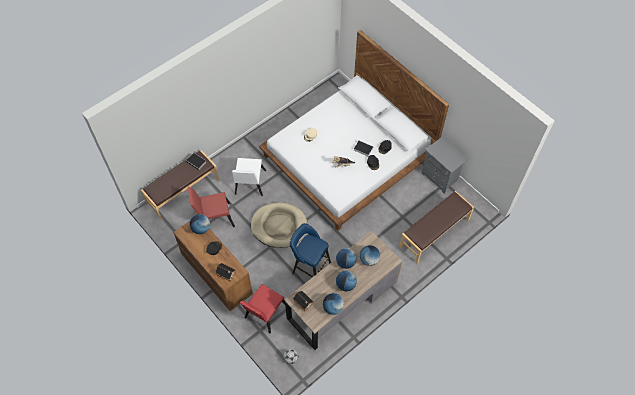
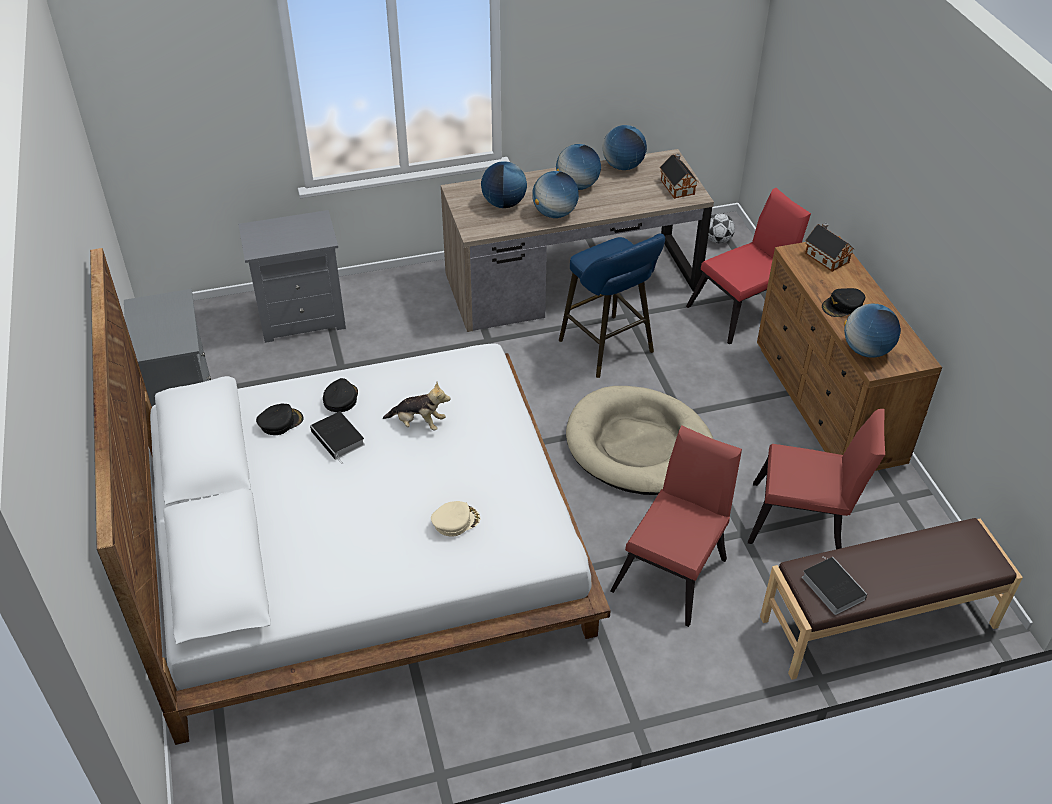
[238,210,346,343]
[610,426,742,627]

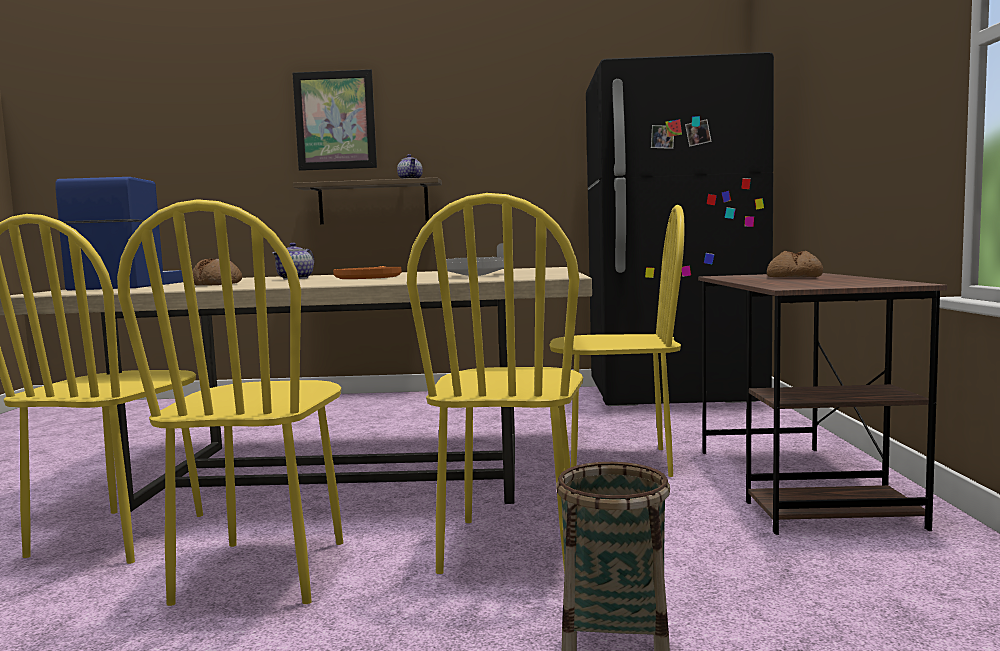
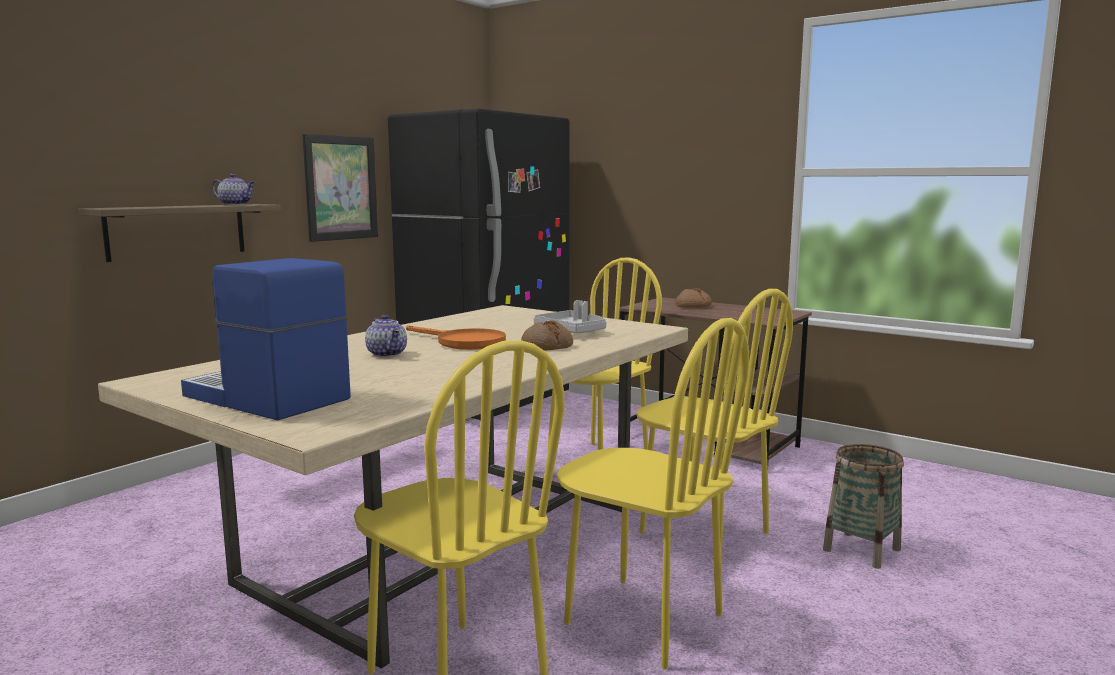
[302,134,378,242]
[521,320,573,350]

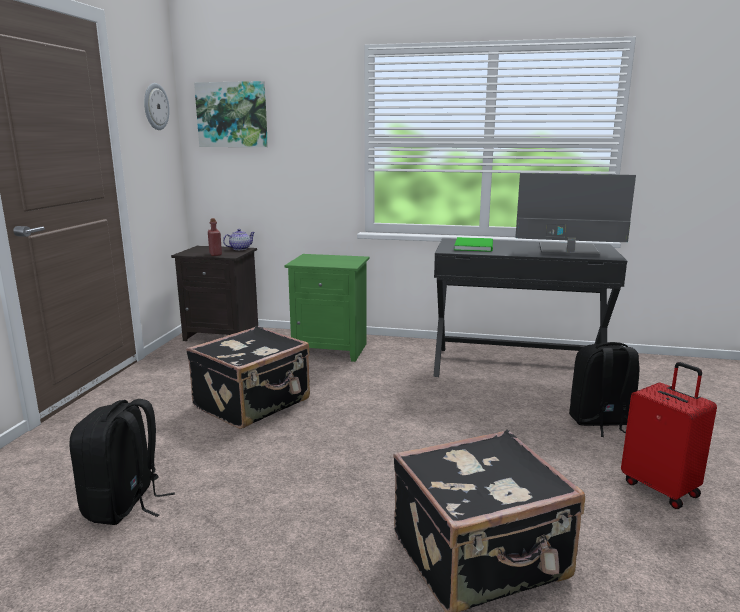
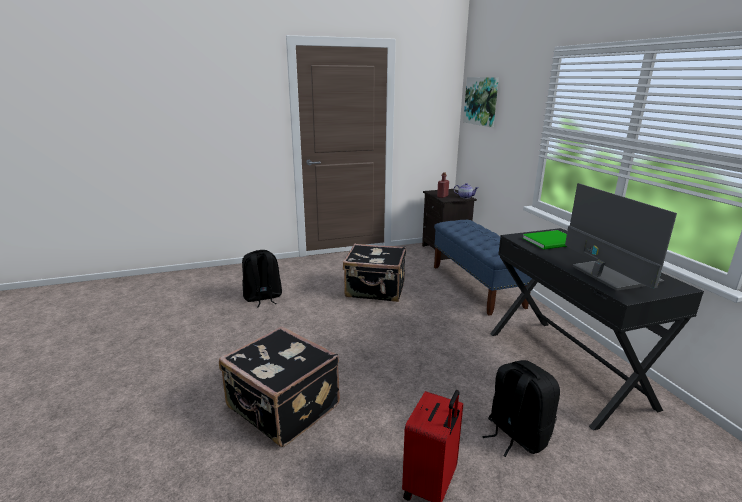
[434,220,532,316]
[144,83,170,130] (first image)

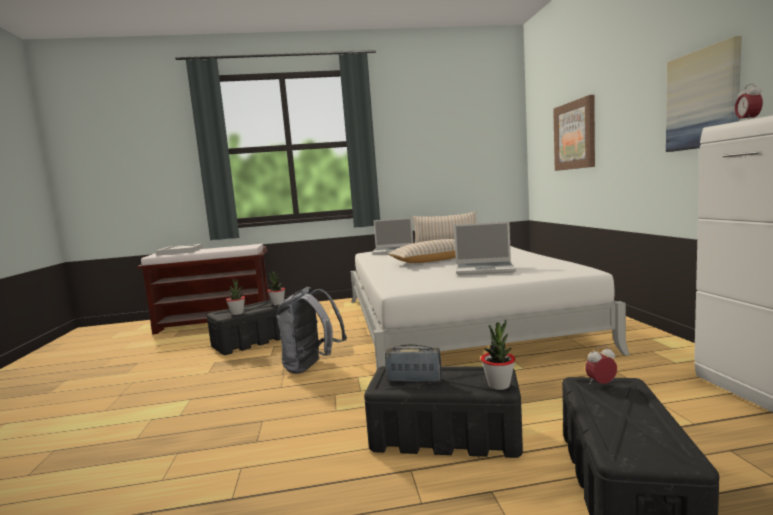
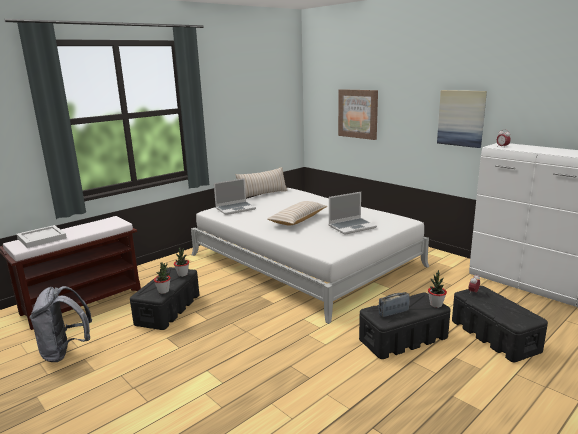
[29,286,92,362]

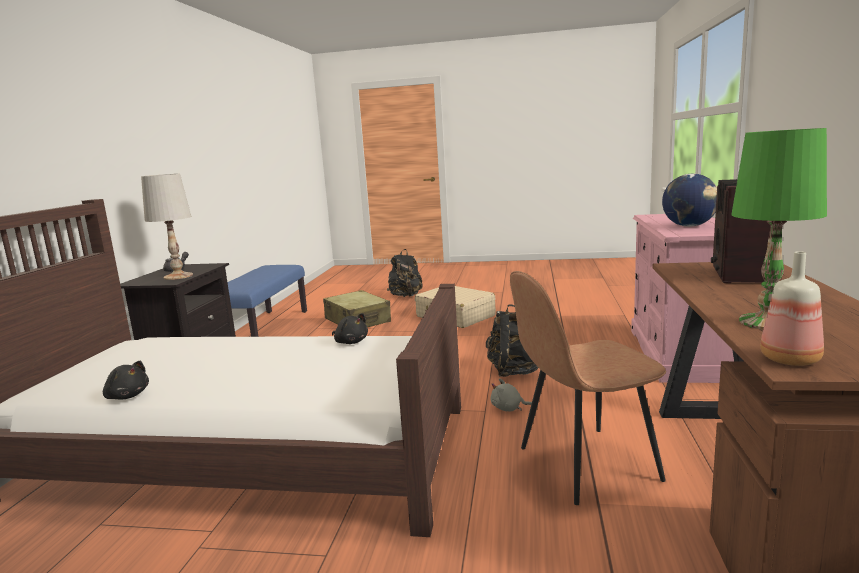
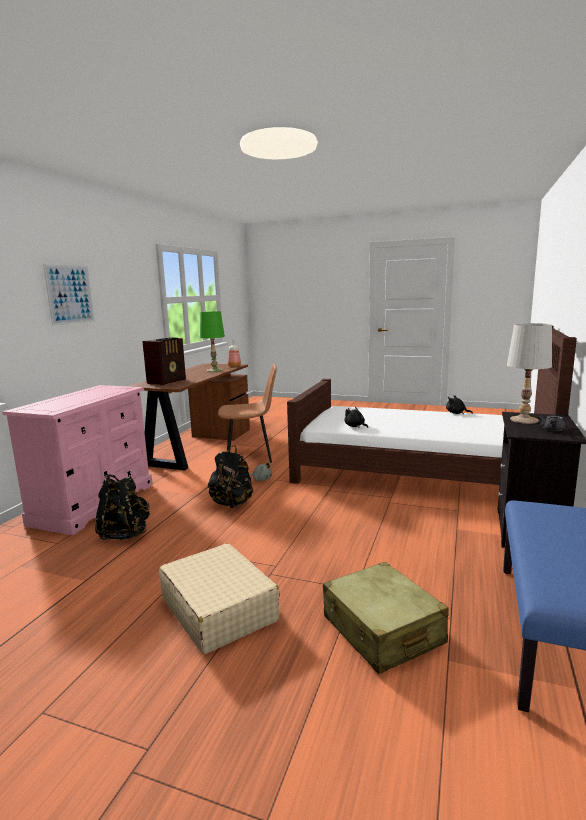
[43,264,95,326]
[95,474,150,540]
[662,174,717,227] (first image)

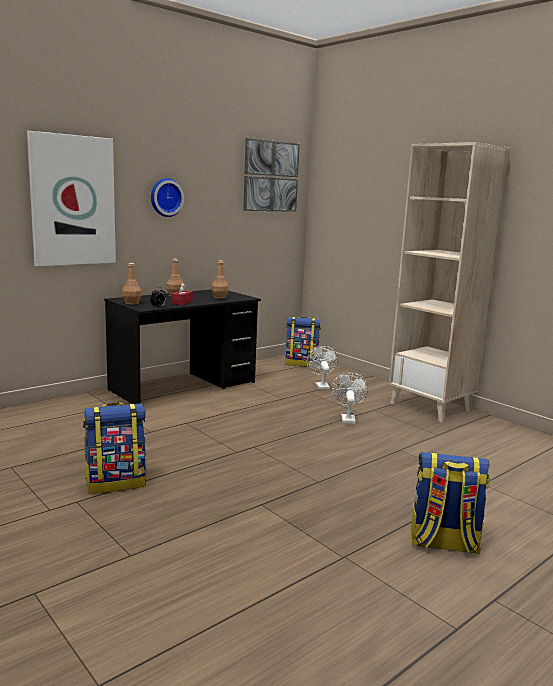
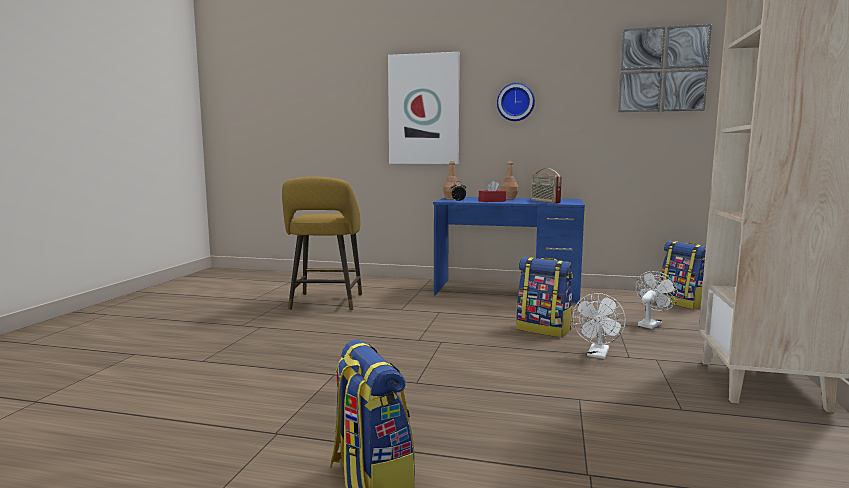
[282,177,362,311]
[433,197,585,304]
[516,257,573,337]
[531,168,562,203]
[572,293,626,359]

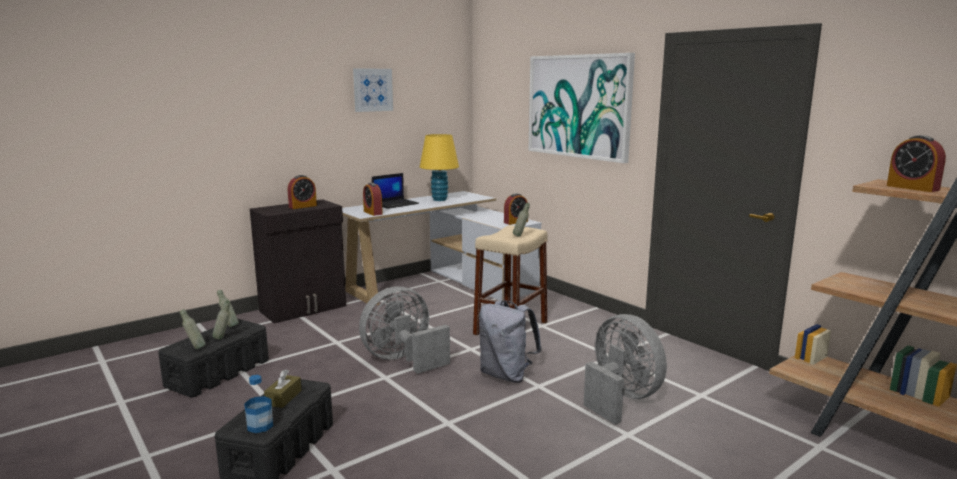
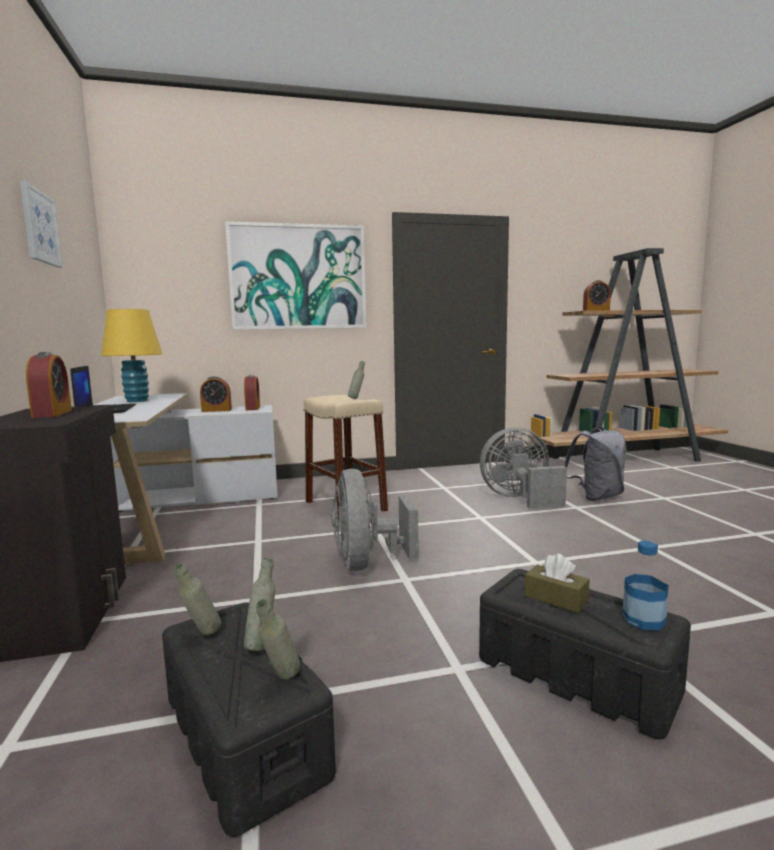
[200,376,232,412]
[564,427,627,501]

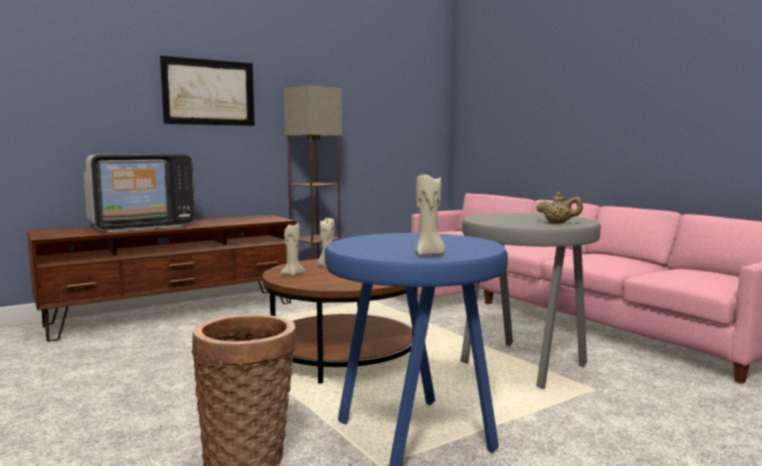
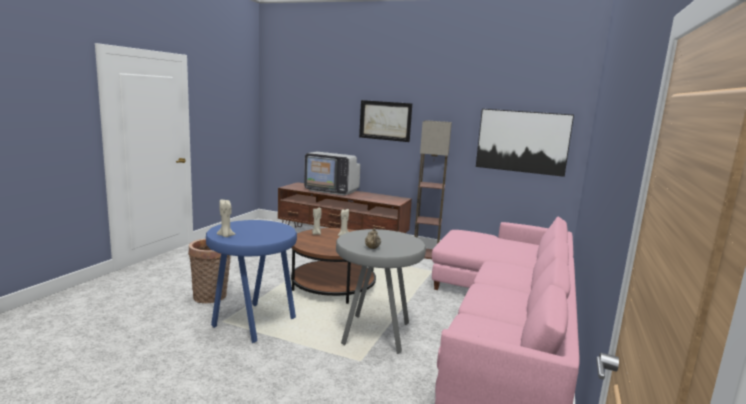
[476,109,574,177]

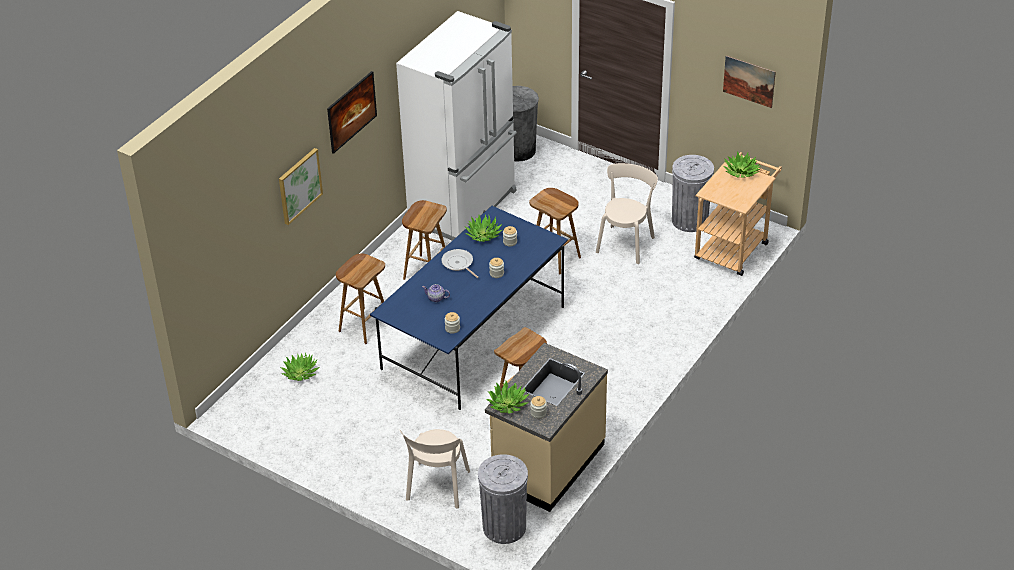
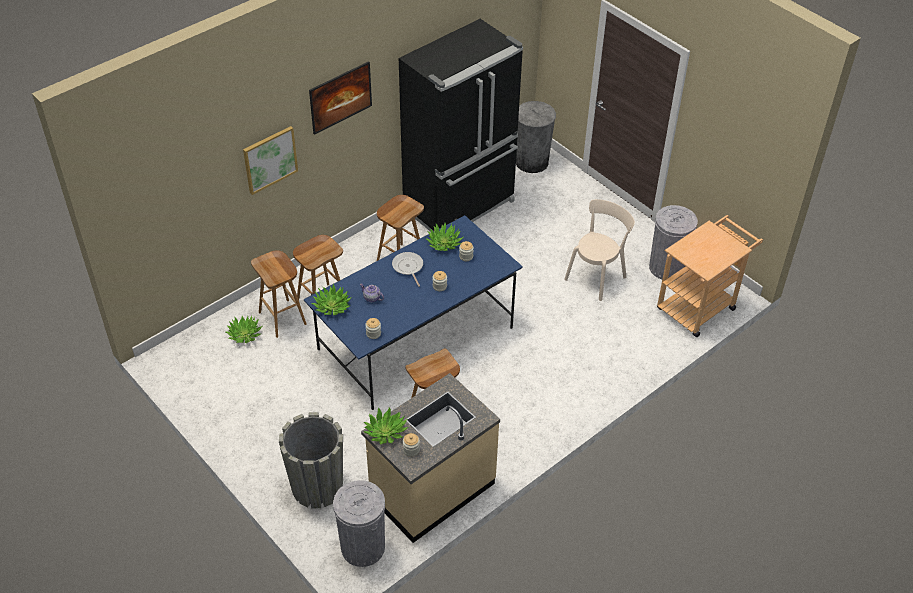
[251,250,307,338]
[279,412,343,508]
[311,284,352,315]
[399,19,523,232]
[723,55,776,108] (first image)

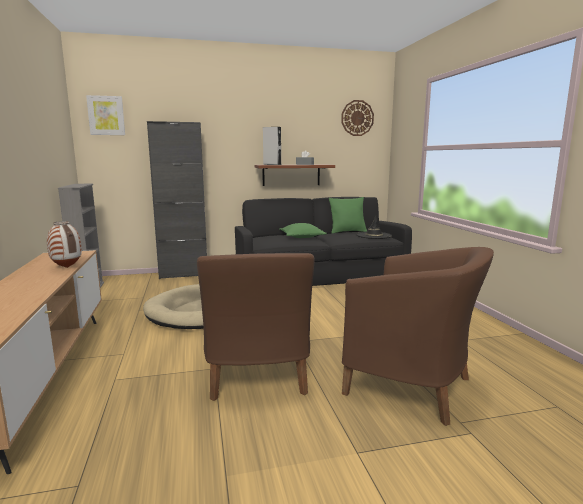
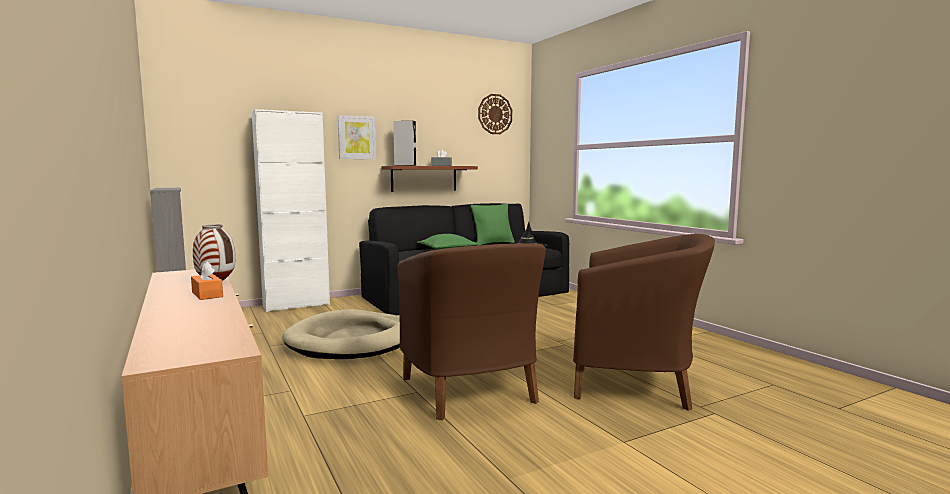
[191,262,223,300]
[252,109,330,312]
[338,115,376,159]

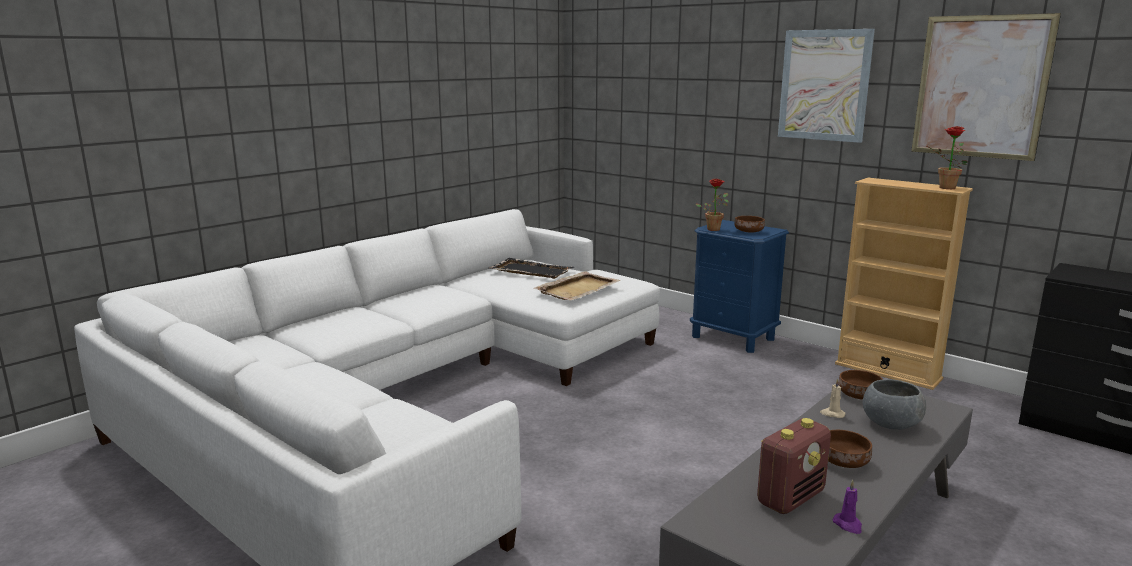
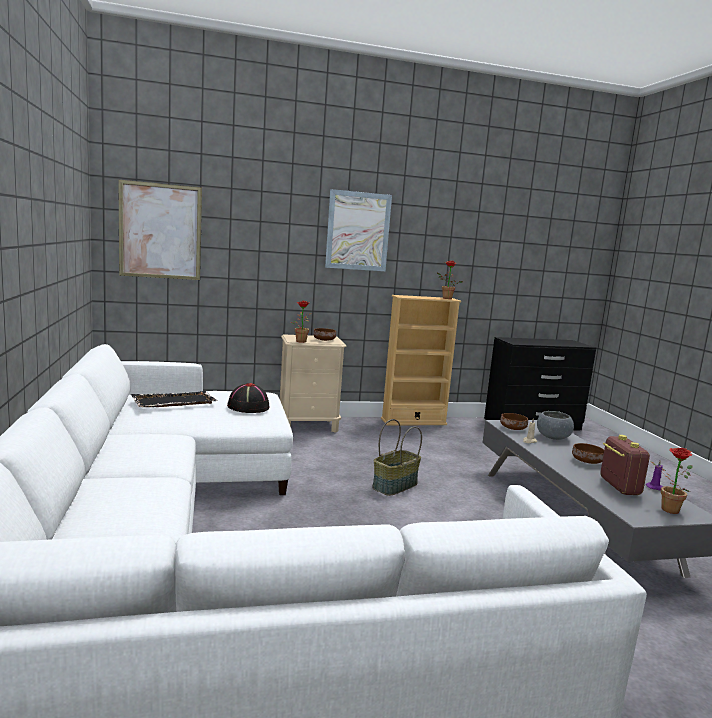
[118,180,202,280]
[227,383,269,413]
[280,334,347,433]
[372,419,422,496]
[650,448,693,514]

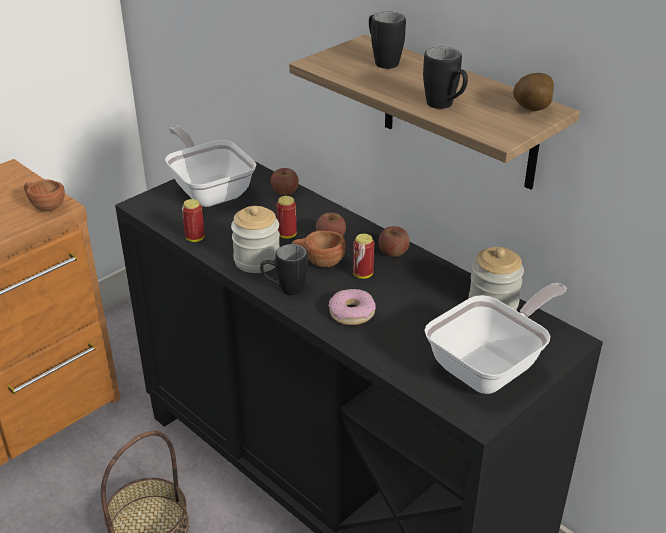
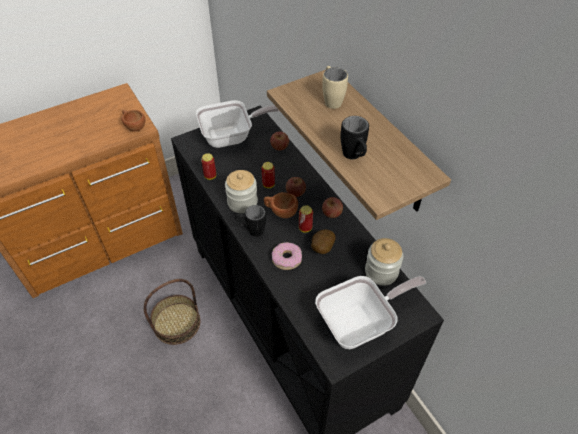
[196,100,280,148]
[311,229,336,254]
[322,66,348,109]

